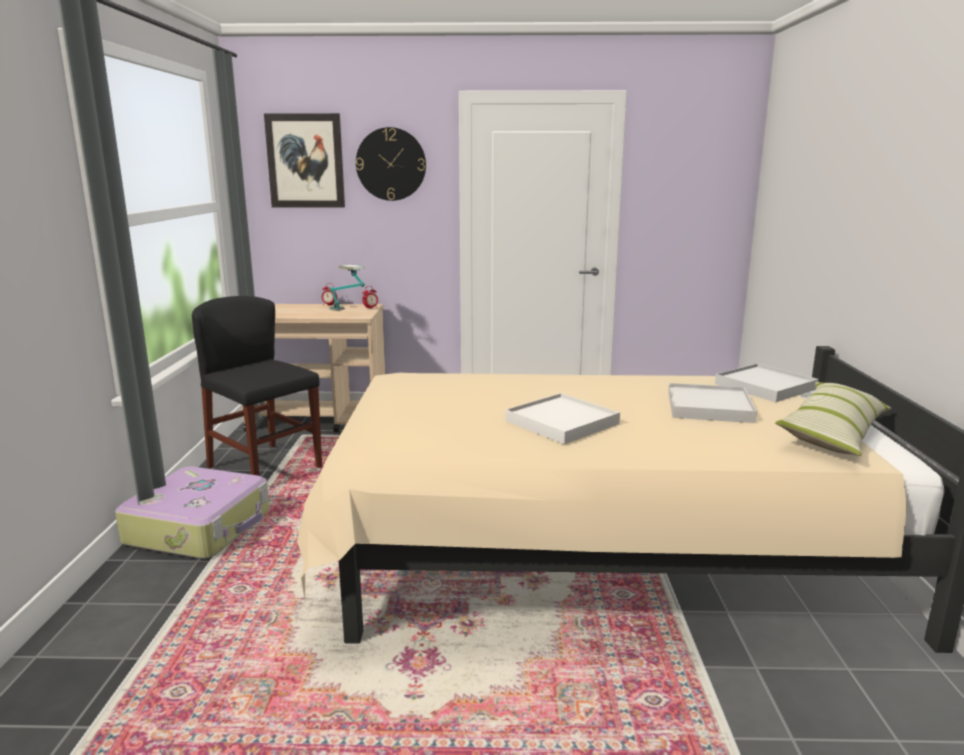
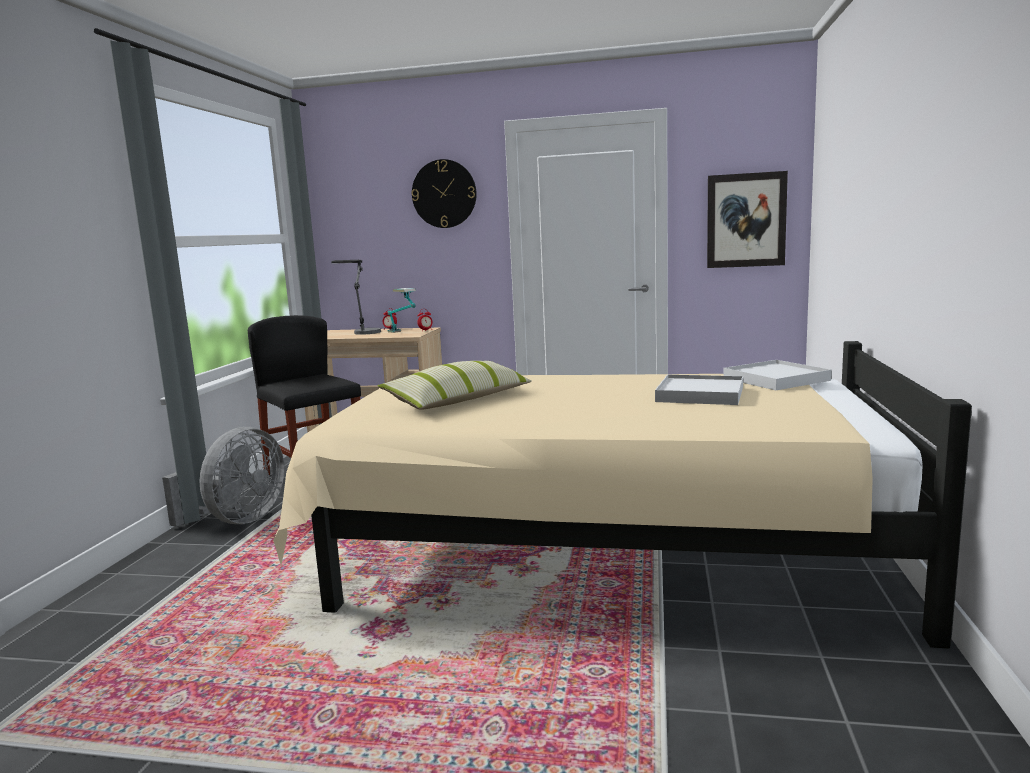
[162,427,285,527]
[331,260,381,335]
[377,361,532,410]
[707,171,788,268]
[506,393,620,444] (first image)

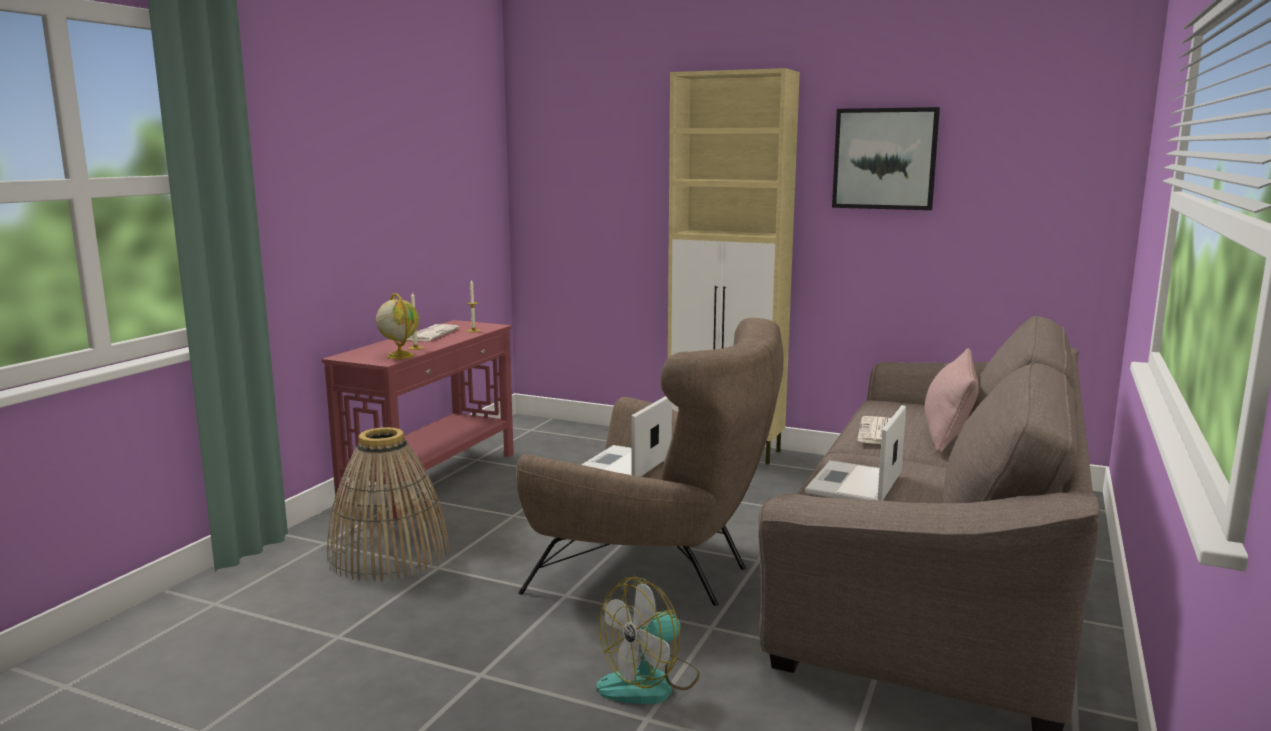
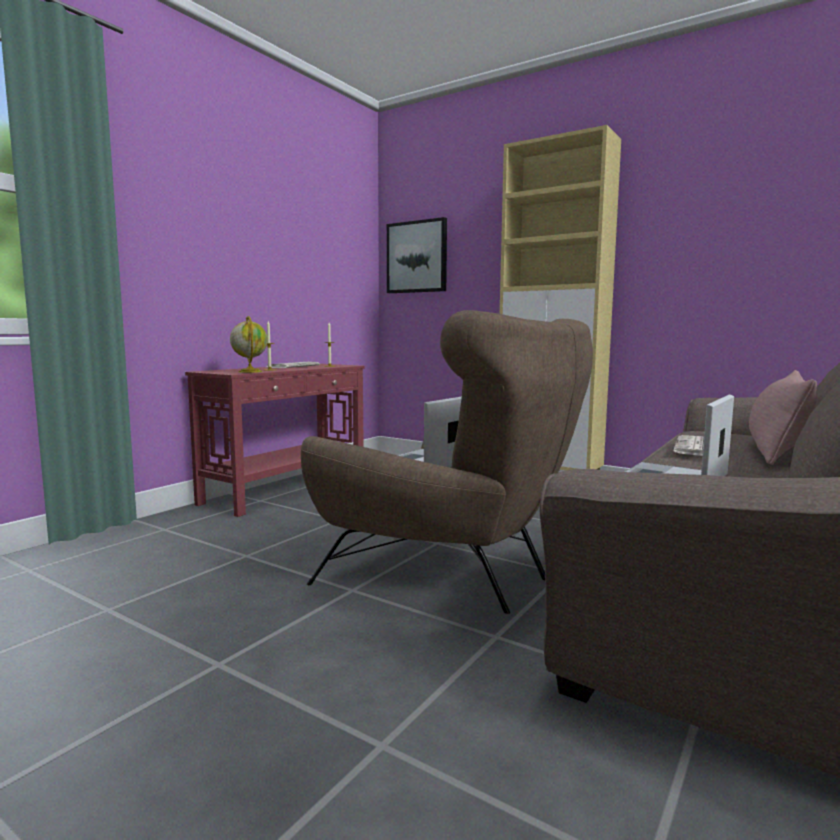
[387,217,447,293]
[327,427,450,581] (first image)
[596,577,700,704] (first image)

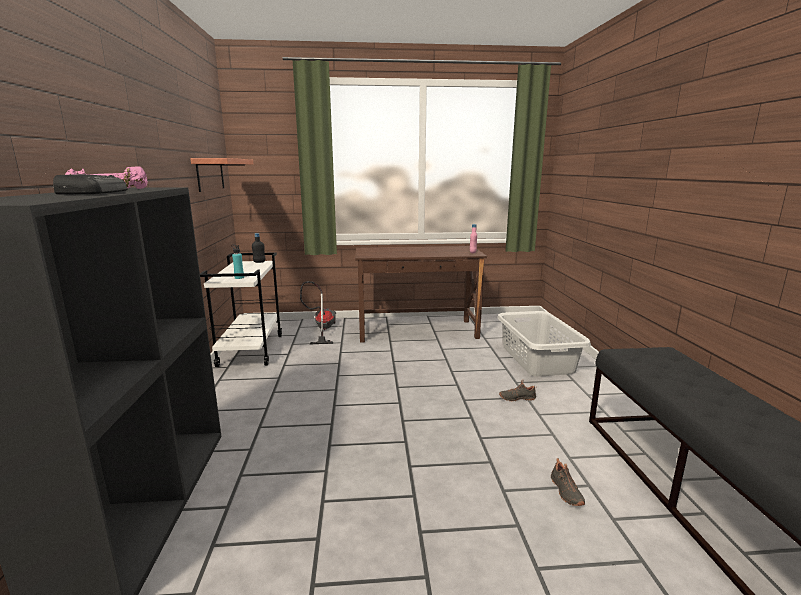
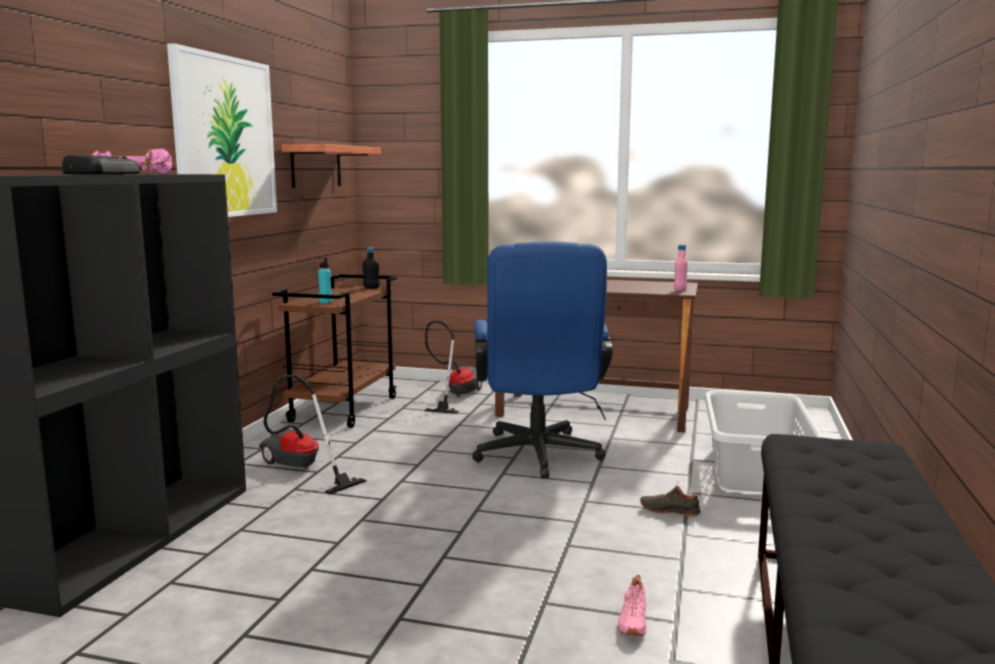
[167,43,277,217]
[259,375,366,495]
[272,274,397,428]
[472,241,613,479]
[618,575,646,636]

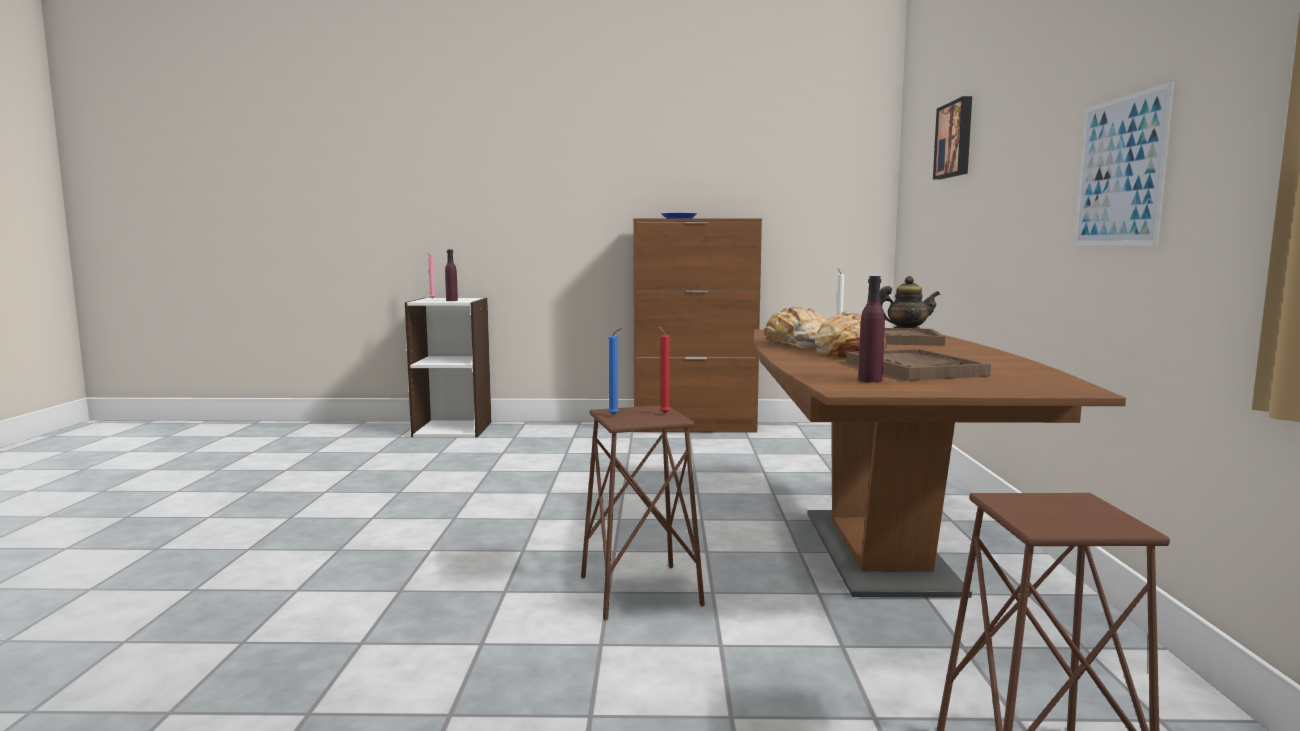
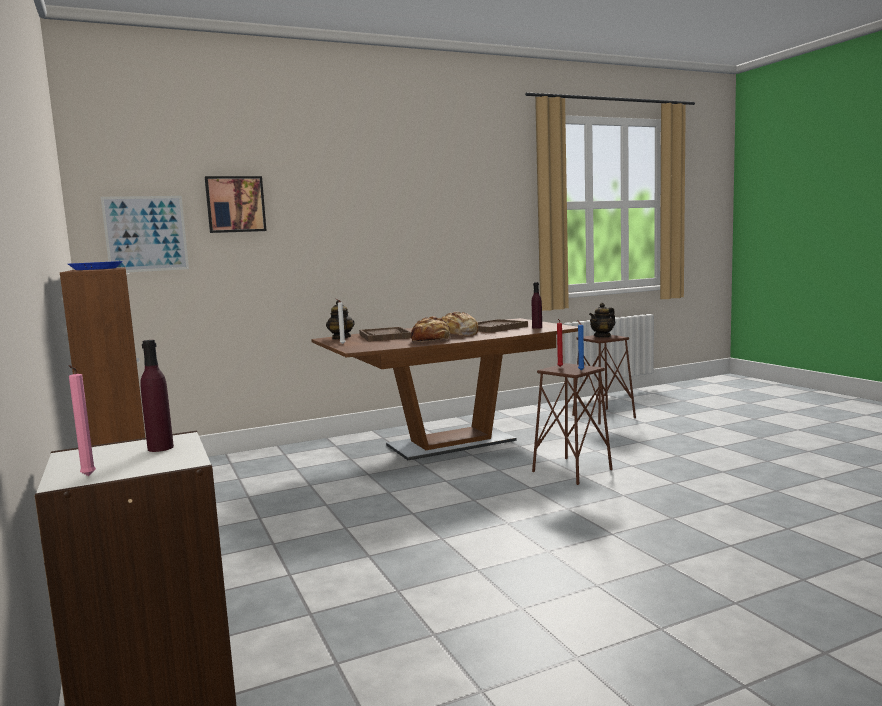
[101,196,189,273]
[589,303,615,338]

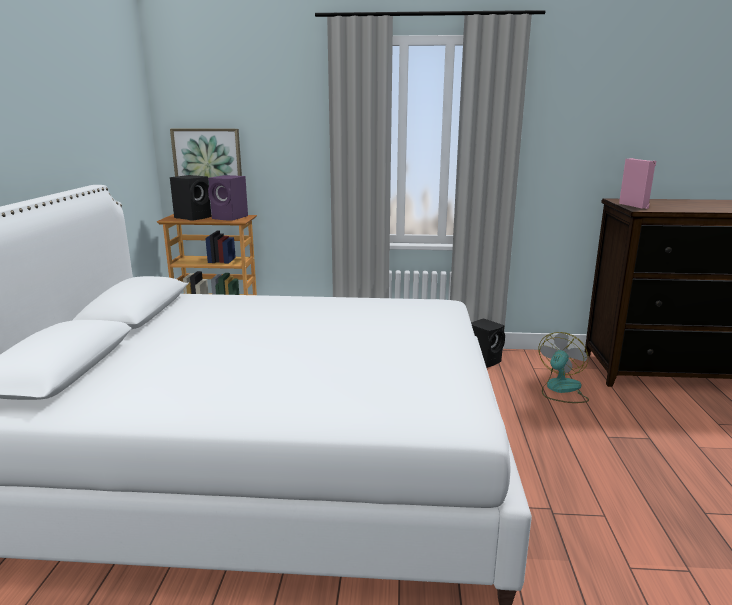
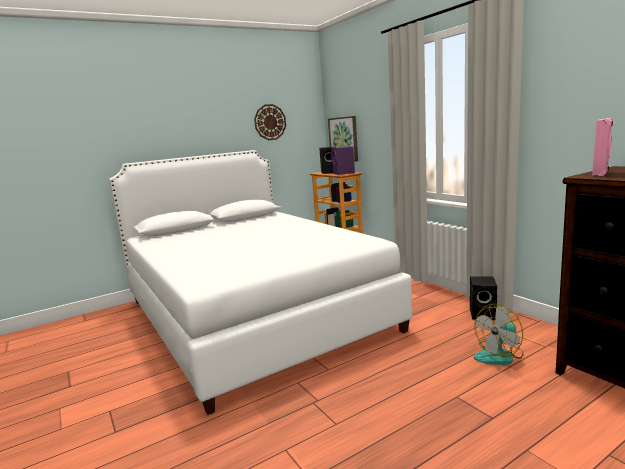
[254,104,286,140]
[474,304,524,365]

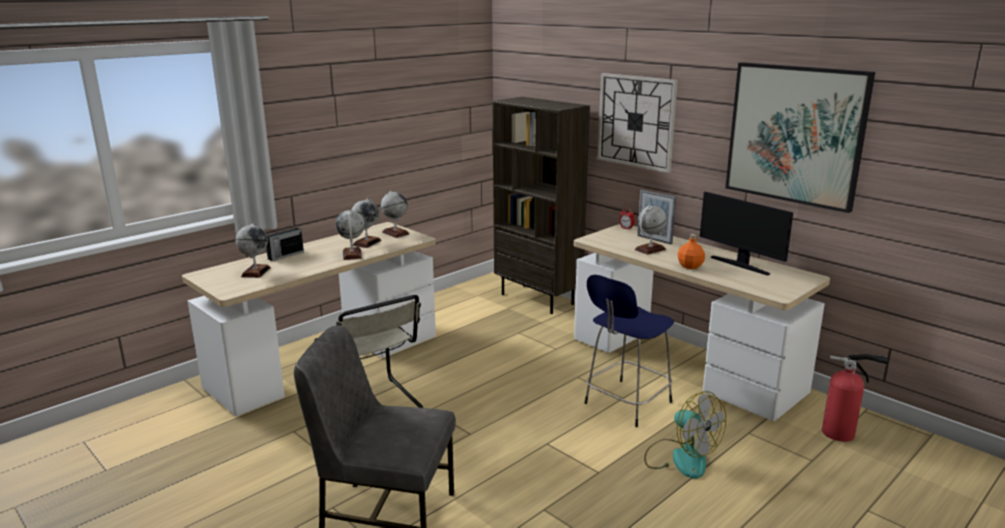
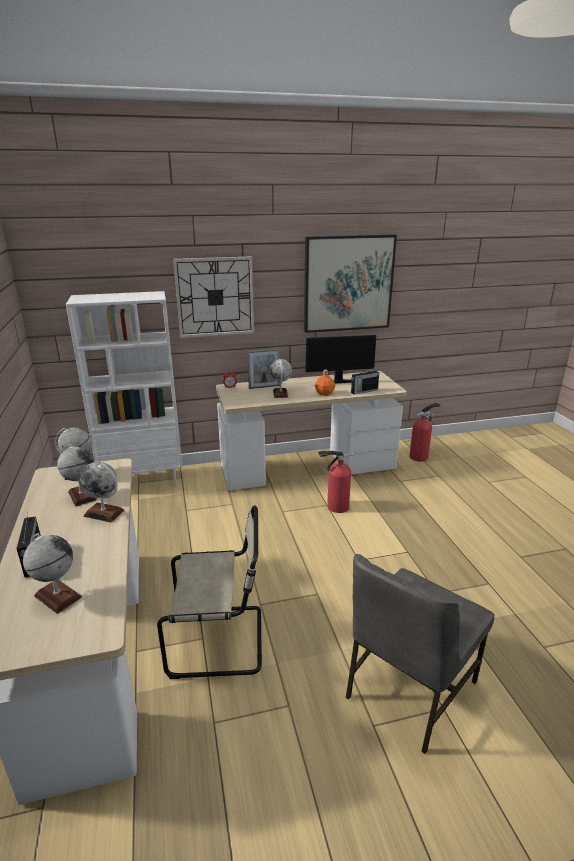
[66,291,182,485]
[318,450,354,513]
[351,367,379,395]
[644,391,726,479] (first image)

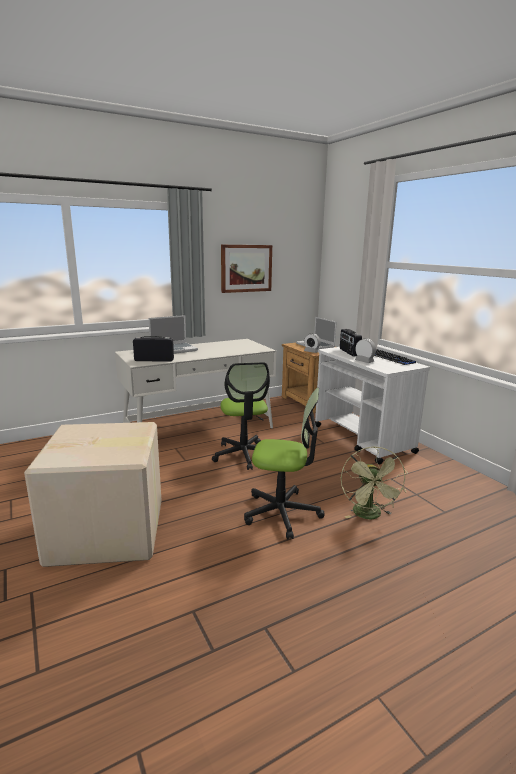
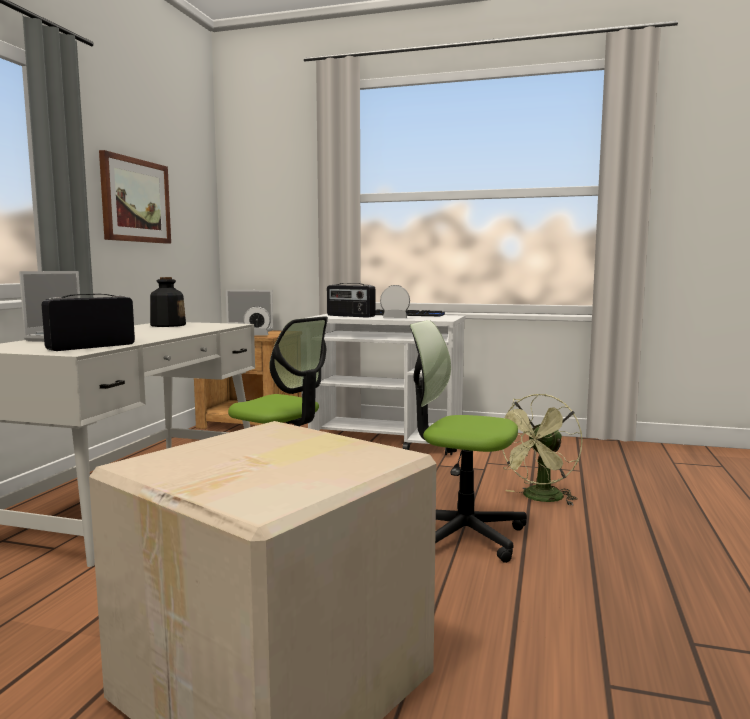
[150,277,186,327]
[410,320,527,563]
[502,394,583,506]

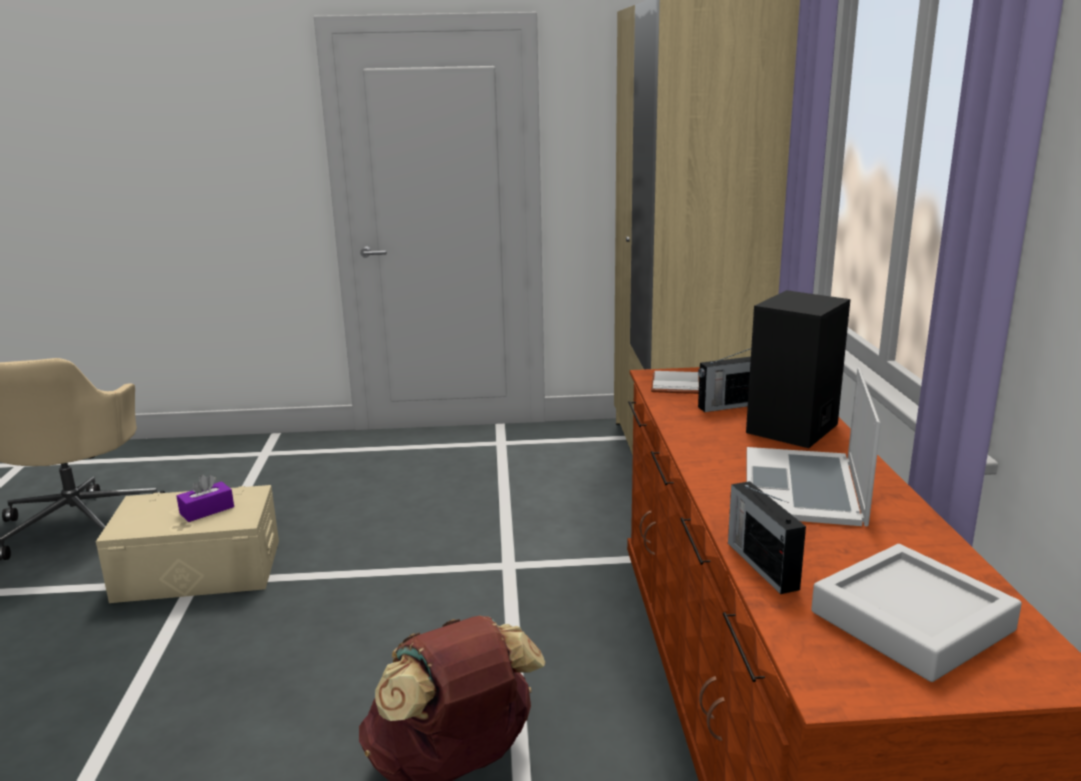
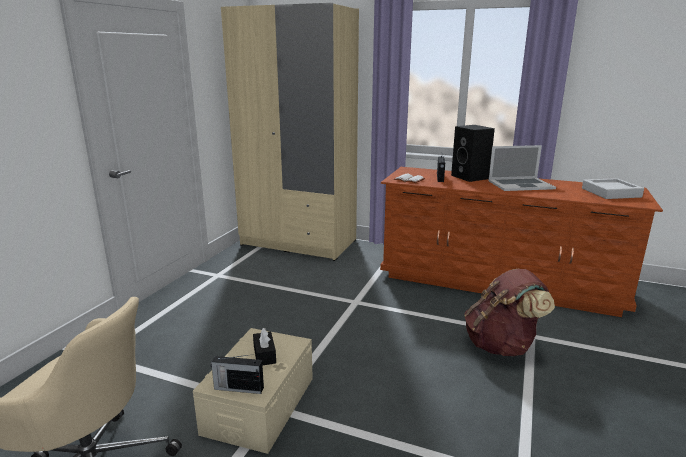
[210,354,264,394]
[253,328,276,366]
[488,145,556,191]

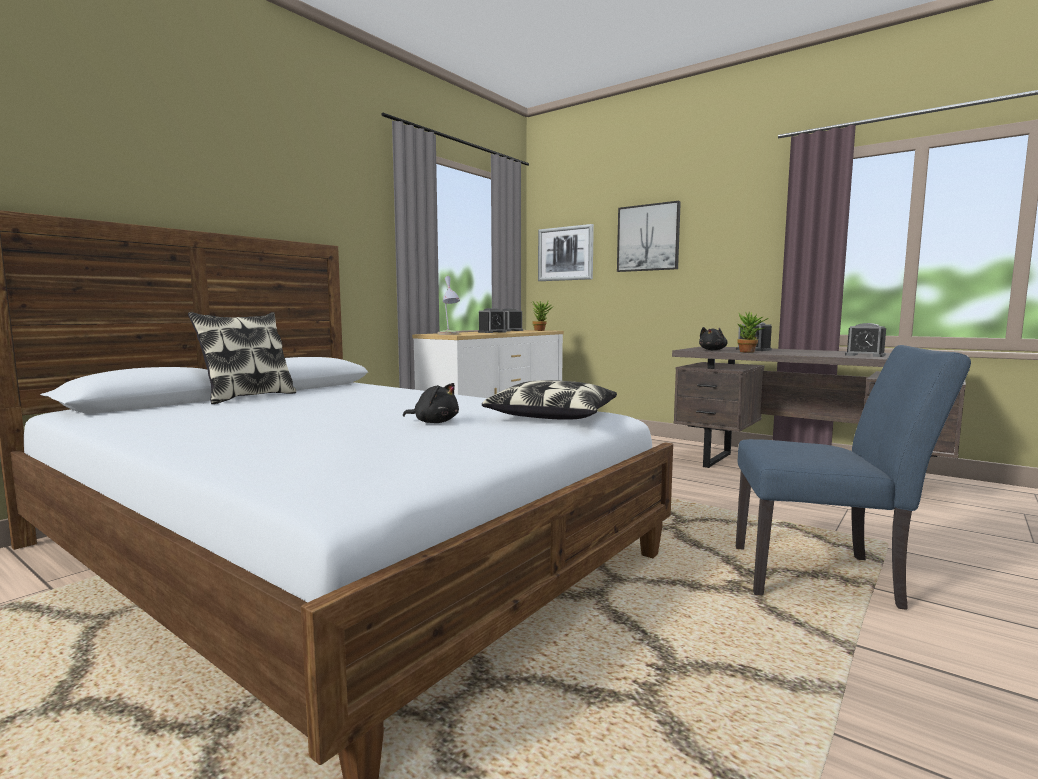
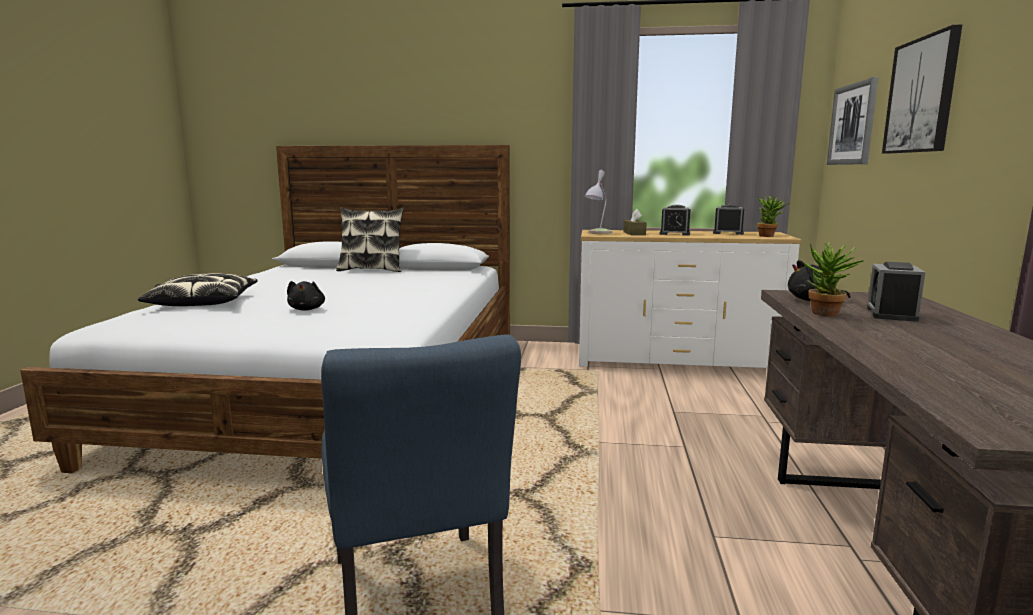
[138,273,257,306]
[623,209,647,235]
[845,323,886,357] (first image)

